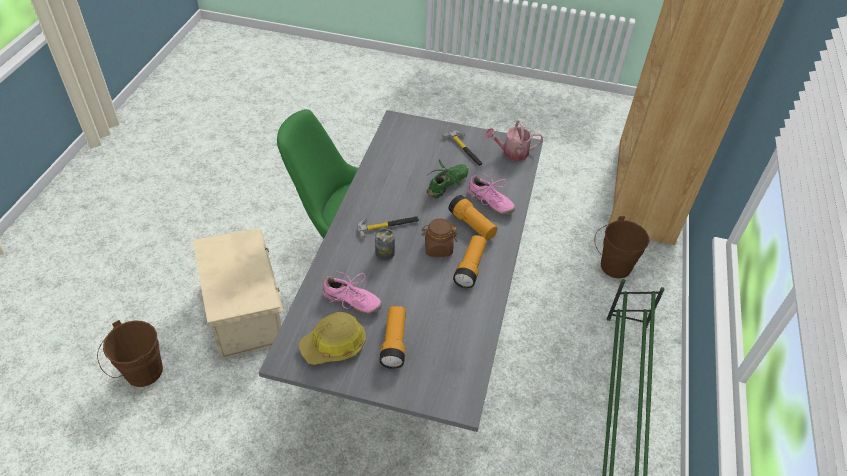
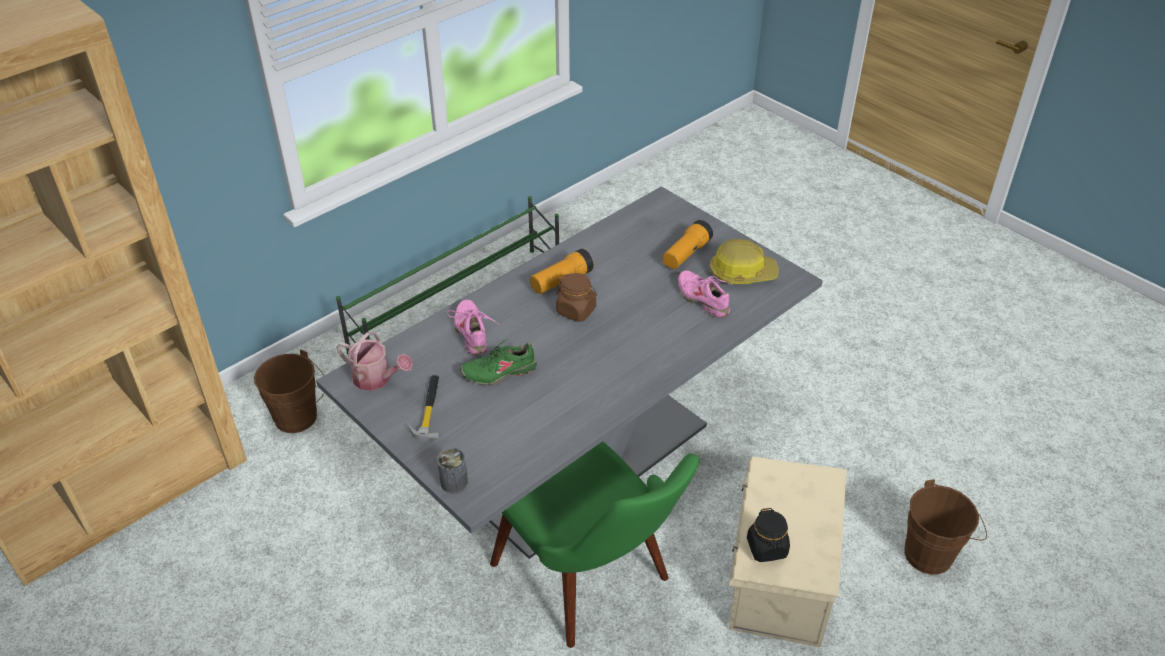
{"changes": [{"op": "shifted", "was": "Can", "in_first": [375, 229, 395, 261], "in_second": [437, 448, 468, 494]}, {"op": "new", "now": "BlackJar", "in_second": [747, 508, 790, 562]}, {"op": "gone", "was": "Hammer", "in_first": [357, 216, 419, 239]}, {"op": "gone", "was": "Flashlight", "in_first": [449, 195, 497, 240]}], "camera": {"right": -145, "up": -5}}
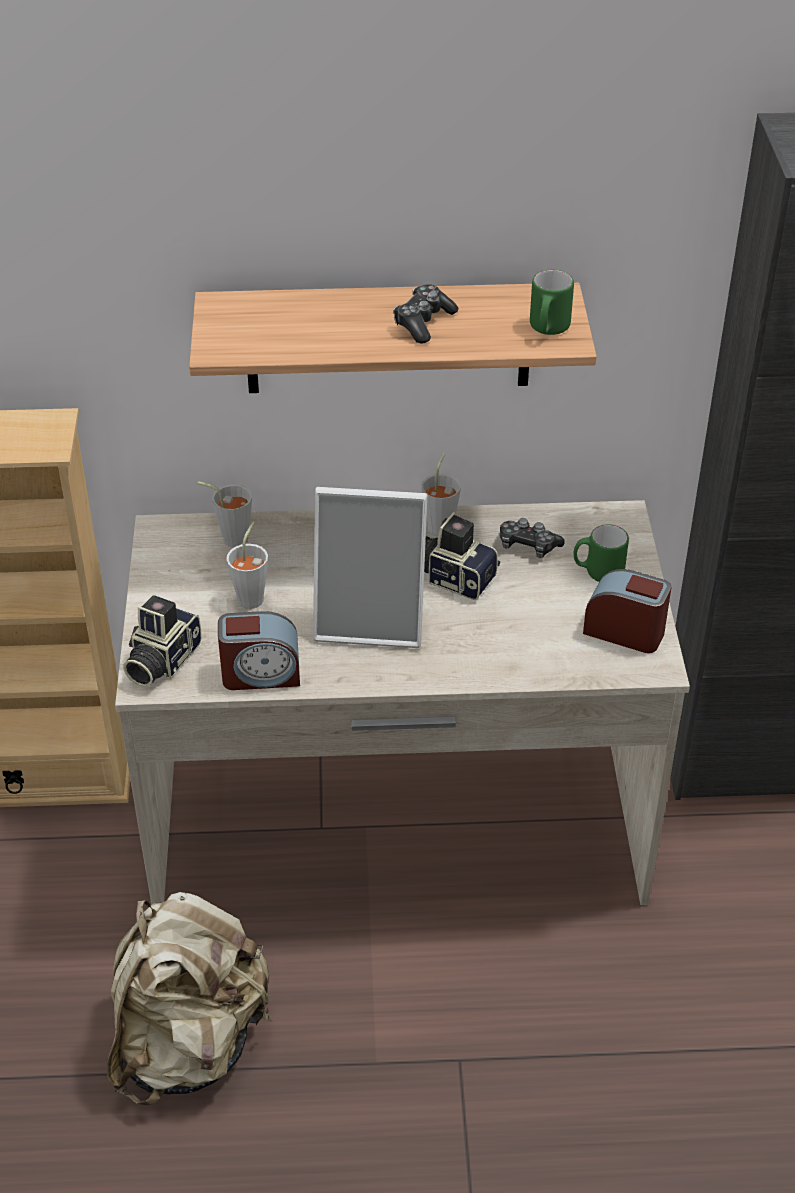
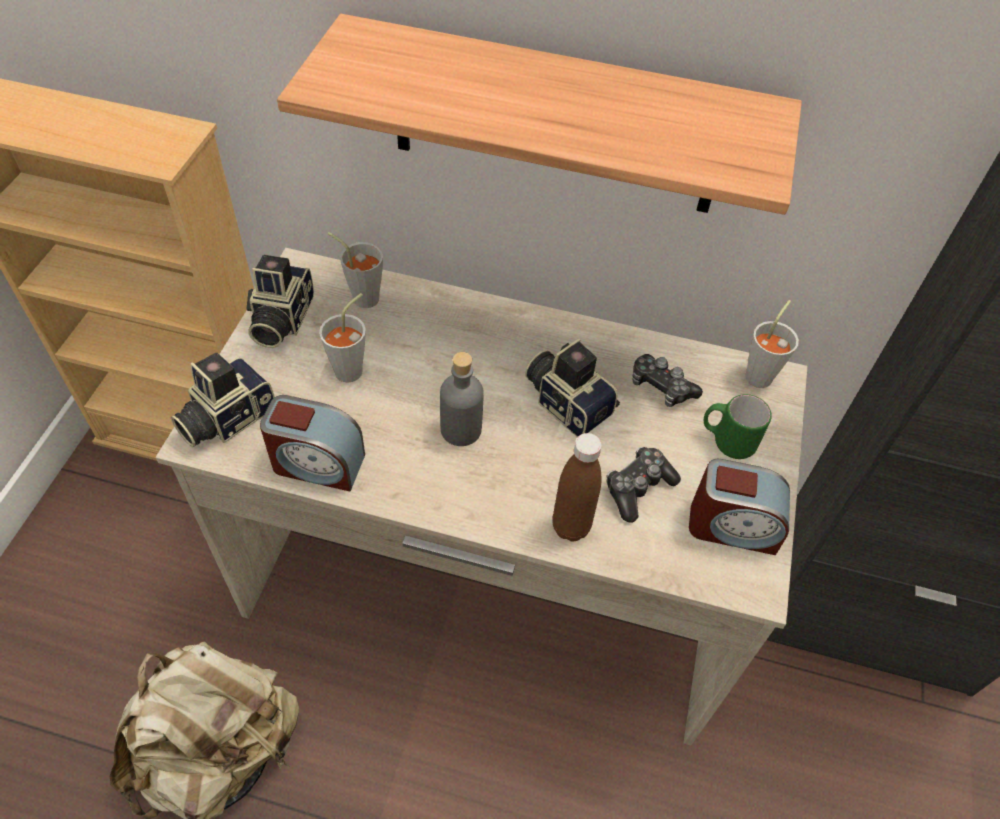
{"changes": [{"op": "new", "now": "PhotoCamera", "in_second": [246, 255, 314, 348]}, {"op": "swapped", "was": "PictureFrame", "now": "GreyBottle", "in_first": [313, 487, 427, 648], "in_second": [440, 352, 484, 446]}, {"op": "new", "now": "BrownBottle", "in_second": [552, 433, 602, 542]}, {"op": "shifted", "was": "GameController", "in_first": [393, 284, 459, 344], "in_second": [606, 447, 681, 523]}, {"op": "rotated", "was": "AlarmClock", "in_first": [583, 569, 671, 653], "in_second": [689, 459, 790, 555], "clockwise": 150}, {"op": "shifted", "was": "GreyCup", "in_first": [421, 453, 461, 536], "in_second": [745, 300, 799, 388]}, {"op": "gone", "was": "GreenMug", "in_first": [530, 270, 574, 335]}], "camera": {"right": 15, "up": 10}}
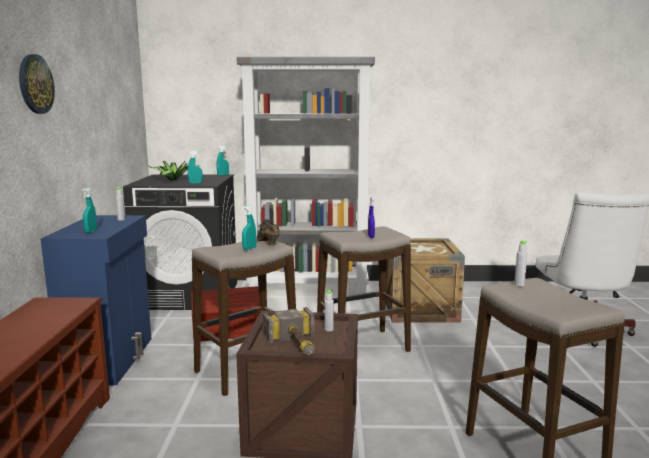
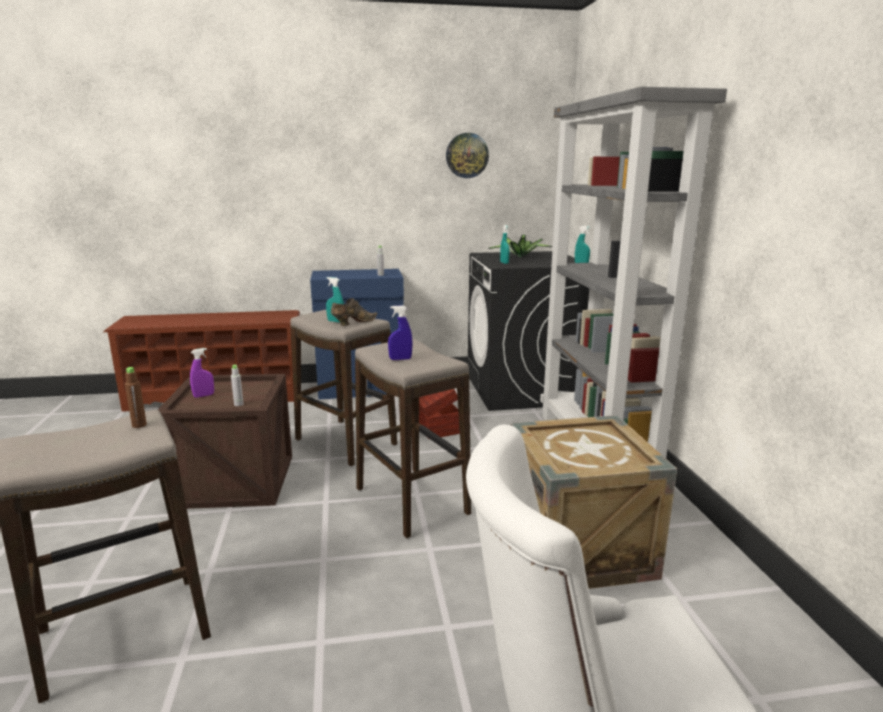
{"changes": [{"op": "repainted", "was": "GreyBottle", "now": "BrownBottle", "in_first": [514, 240, 528, 286], "in_second": [125, 367, 147, 428]}, {"op": "swapped", "was": "Hammer", "now": "PurpleSprayBottle", "in_first": [263, 307, 315, 355], "in_second": [190, 348, 214, 398]}, {"op": "shifted", "was": "WallClock", "in_first": [19, 54, 55, 114], "in_second": [446, 133, 489, 178]}, {"op": "gone", "was": "TurquoiseSprayBottle", "in_first": [82, 188, 97, 233]}], "camera": {"right": 80, "up": 5}}
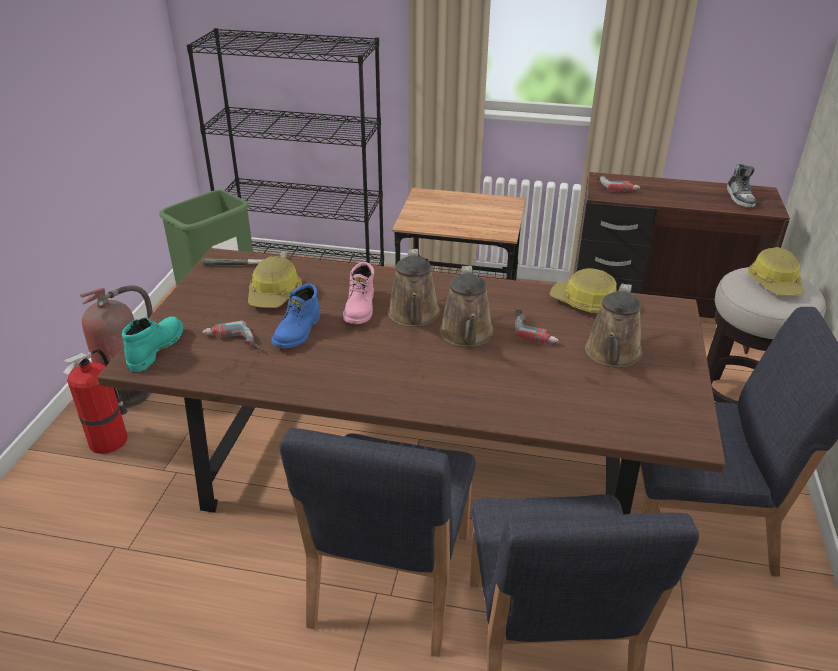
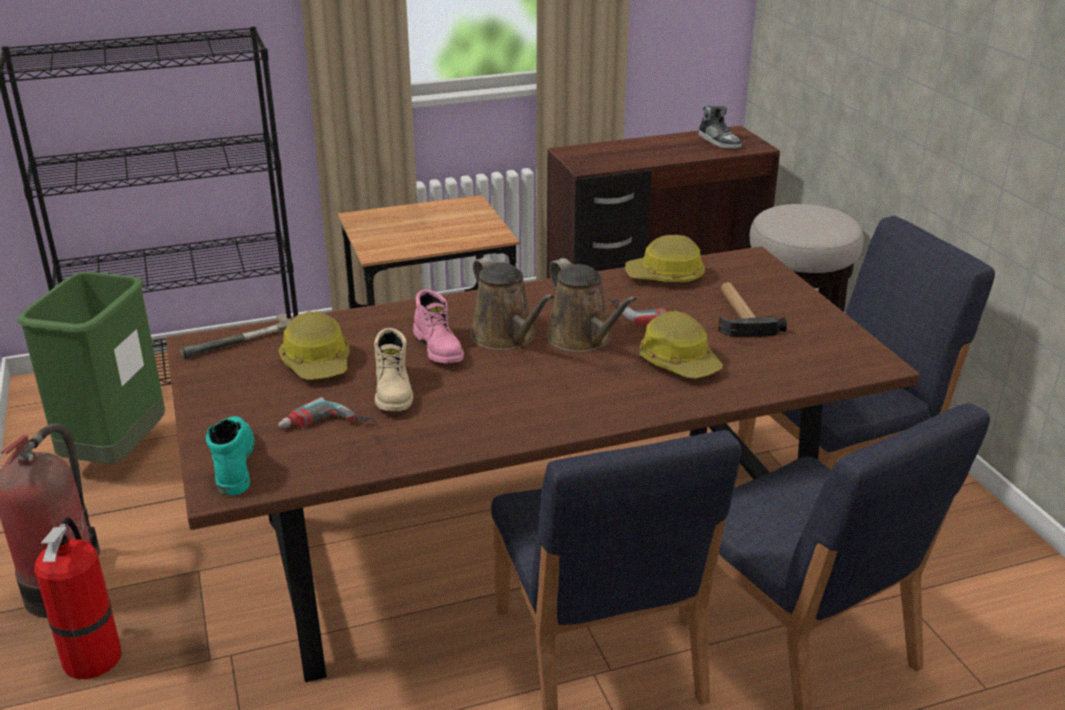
{"changes": [{"op": "repainted", "was": "BlueBoot", "now": "BeigeBoot", "in_first": [272, 284, 320, 348], "in_second": [374, 328, 413, 411]}, {"op": "shifted", "was": "HardHat", "in_first": [748, 247, 804, 296], "in_second": [639, 311, 723, 379]}, {"op": "swapped", "was": "BrownWateringCan", "now": "Hammer", "in_first": [585, 284, 643, 368], "in_second": [718, 282, 787, 337]}, {"op": "gone", "was": "PowerDrill", "in_first": [593, 173, 640, 192]}], "camera": {"right": -30, "up": -5}}
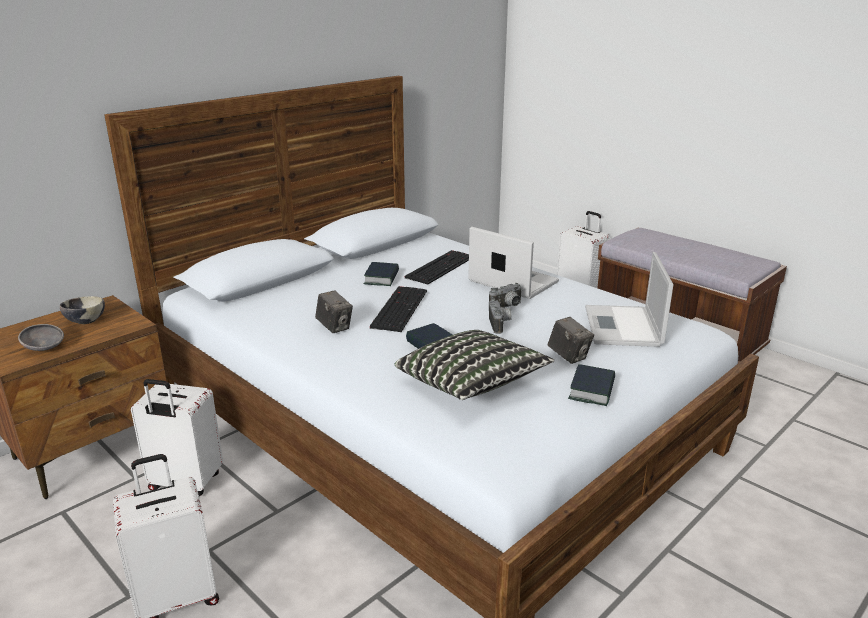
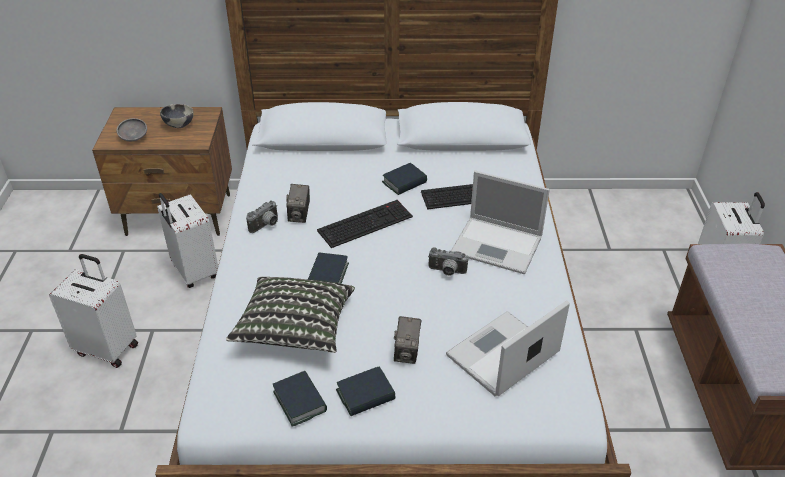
{"changes": [{"op": "shifted", "was": "PhotoCamera", "in_first": [489, 298, 512, 334], "in_second": [246, 200, 278, 233]}, {"op": "new", "now": "Book", "in_second": [272, 371, 327, 427]}, {"op": "rotated", "was": "Laptop", "in_first": [468, 227, 559, 299], "in_second": [451, 171, 550, 274], "clockwise": 120}], "camera": {"right": 45, "up": 15}}
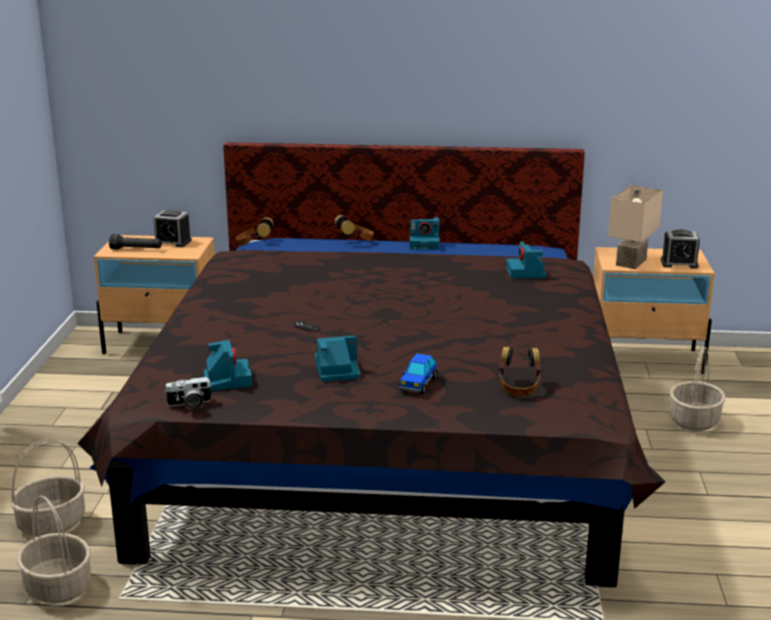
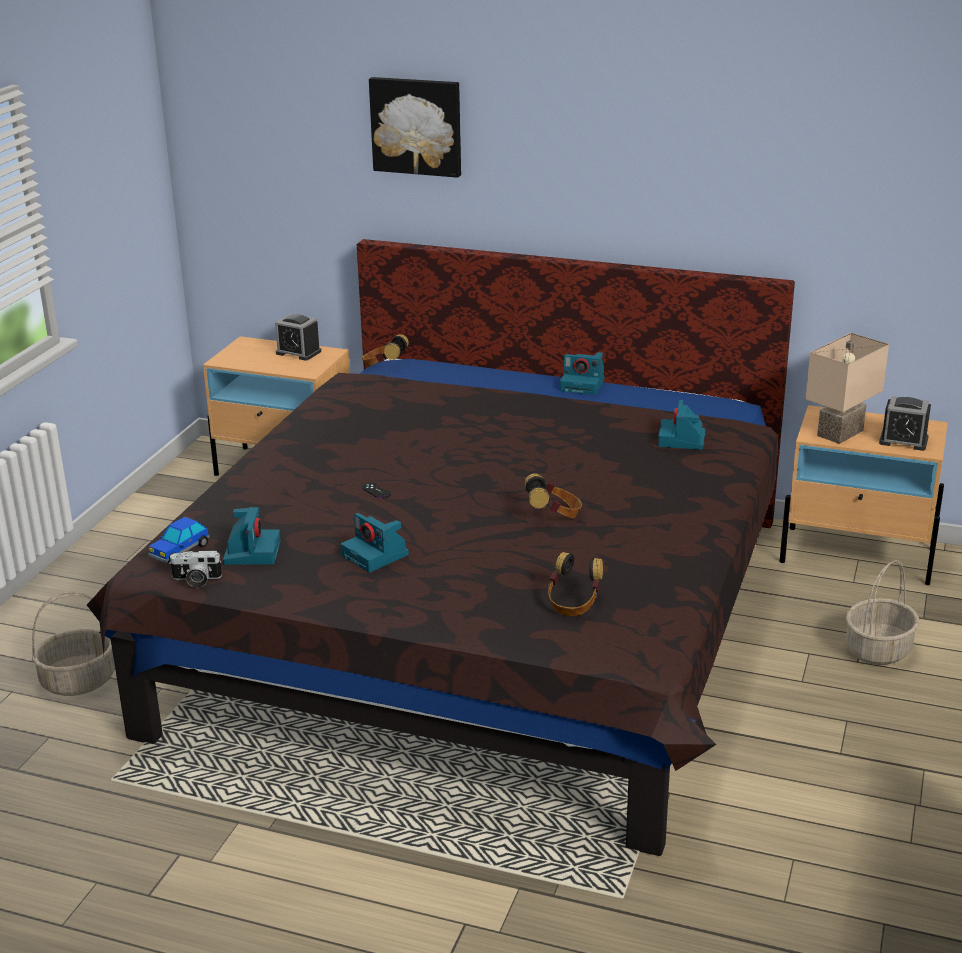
{"changes": [{"op": "shifted", "was": "ToyCar", "in_first": [399, 354, 437, 394], "in_second": [148, 517, 210, 563]}, {"op": "rotated", "was": "PhotoCamera", "in_first": [315, 336, 361, 382], "in_second": [341, 513, 409, 572], "clockwise": -135}, {"op": "new", "now": "Picture", "in_second": [369, 77, 461, 178]}, {"op": "shifted", "was": "Headphones", "in_first": [335, 215, 374, 241], "in_second": [524, 473, 582, 518]}, {"op": "gone", "was": "Basket", "in_first": [17, 496, 91, 604]}, {"op": "gone", "was": "BlackFlashlight", "in_first": [109, 234, 161, 249]}], "camera": {"right": 15, "up": 5}}
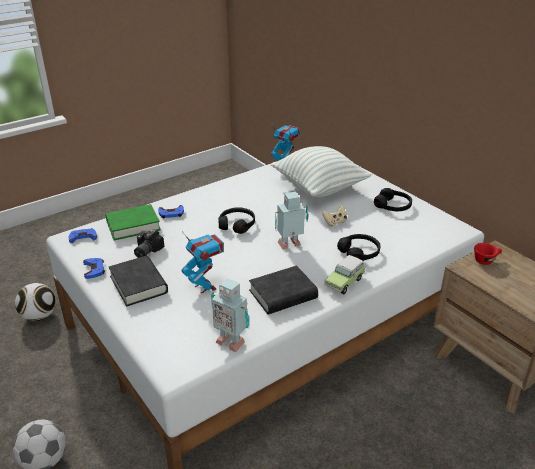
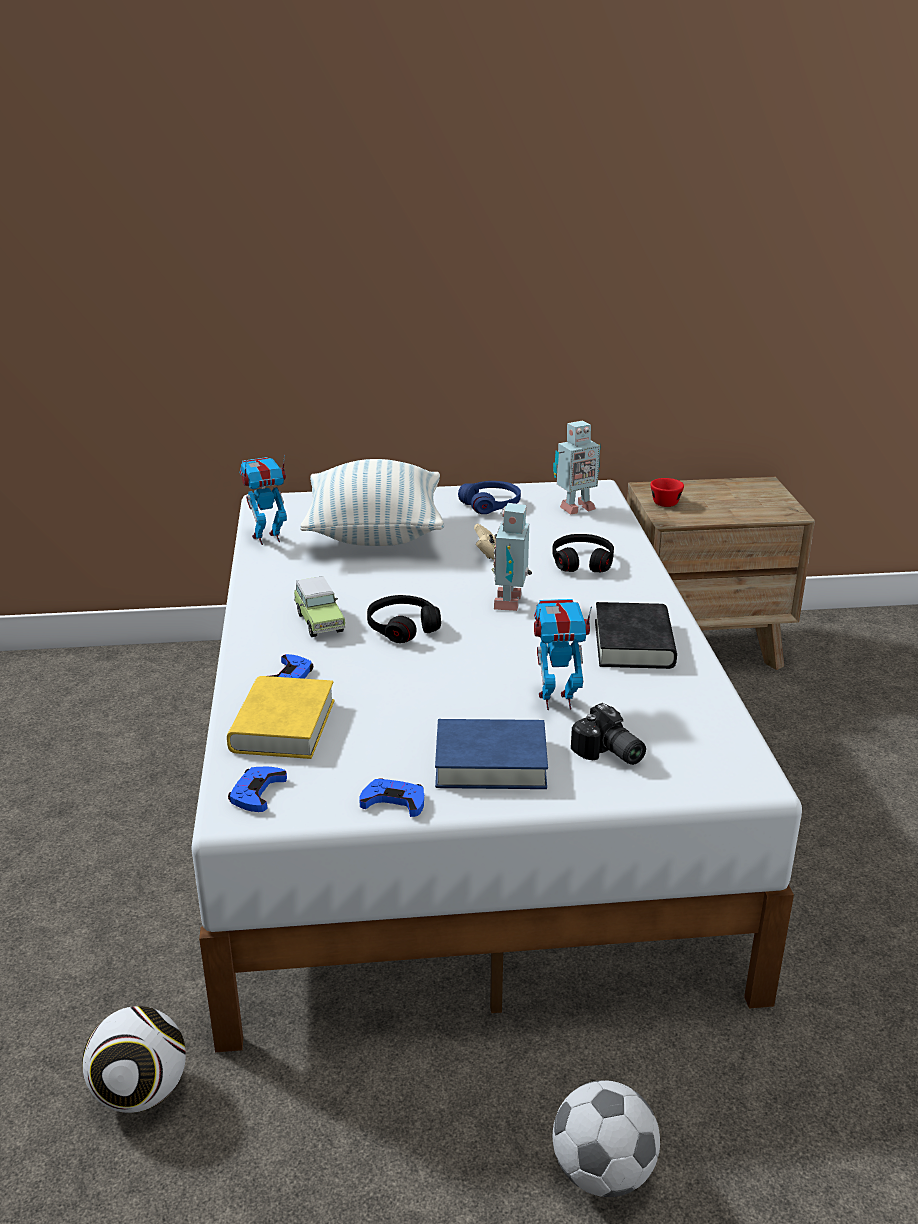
{"changes": [{"op": "repainted", "was": "GreenBook", "now": "YellowBook", "in_first": [105, 204, 161, 241], "in_second": [227, 676, 334, 759]}, {"op": "shifted", "was": "ToyCar", "in_first": [324, 255, 365, 295], "in_second": [294, 576, 345, 637]}, {"op": "repainted", "was": "BlackBook", "now": "BlueBook", "in_first": [108, 256, 168, 307], "in_second": [435, 719, 548, 789]}, {"op": "repainted", "was": "BlackHeadphones", "now": "BlueHeadphones", "in_first": [374, 188, 412, 211], "in_second": [458, 481, 521, 514]}, {"op": "shifted", "was": "ToyRobot", "in_first": [211, 278, 249, 352], "in_second": [553, 421, 601, 515]}, {"op": "shifted", "was": "PhotoCamera", "in_first": [134, 229, 164, 258], "in_second": [571, 703, 646, 765]}], "camera": {"right": -60, "up": -5}}
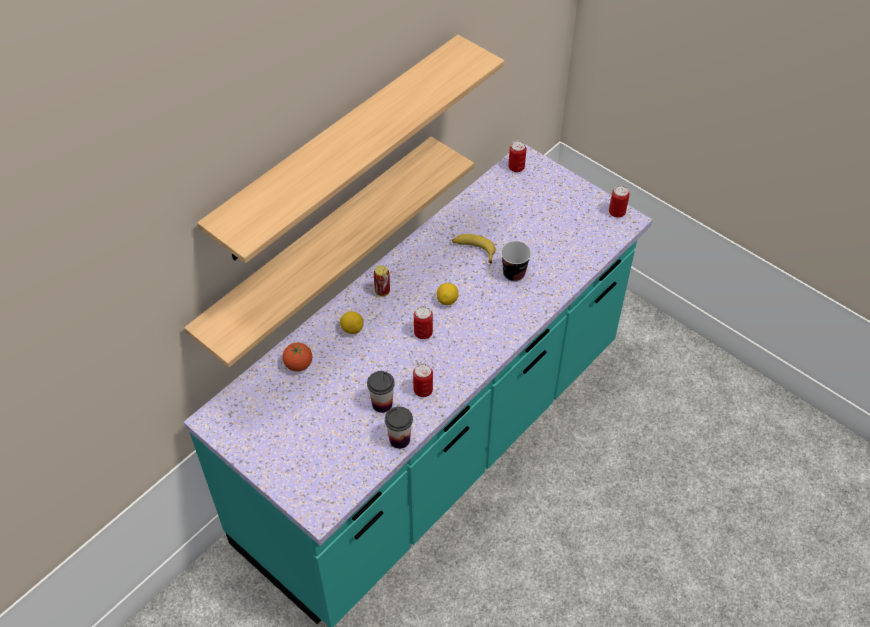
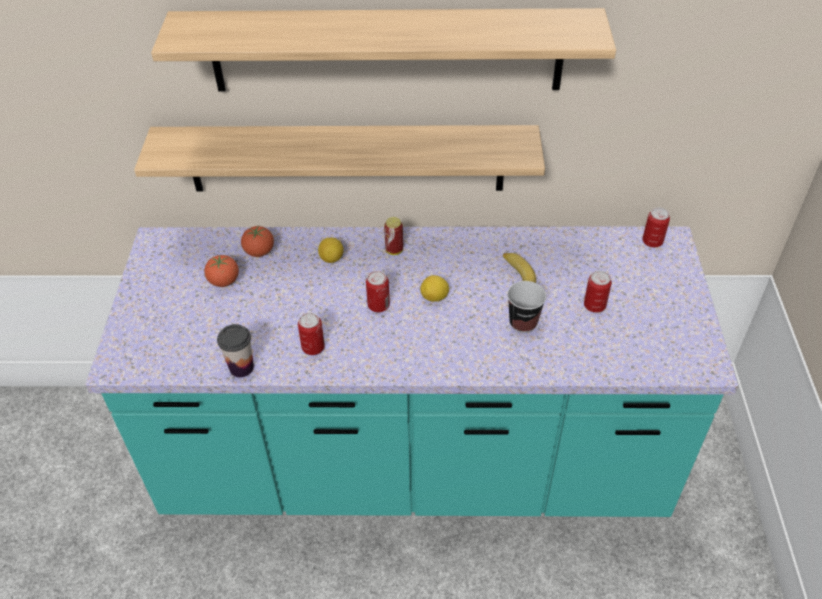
{"changes": [{"op": "new", "now": "Tomato", "in_second": [204, 255, 239, 287]}, {"op": "shifted", "was": "Can", "in_first": [609, 185, 630, 218], "in_second": [584, 271, 612, 313]}, {"op": "gone", "was": "Cup", "in_first": [367, 371, 395, 413]}], "camera": {"right": 50, "up": -5}}
